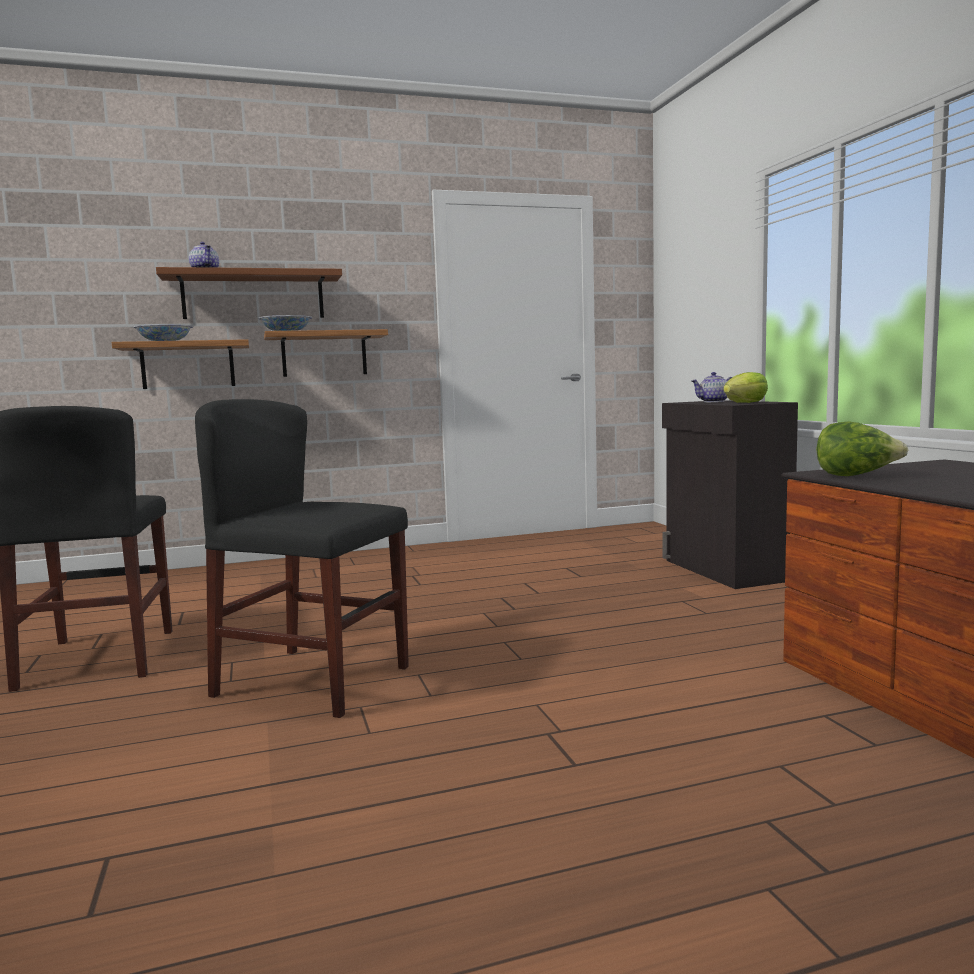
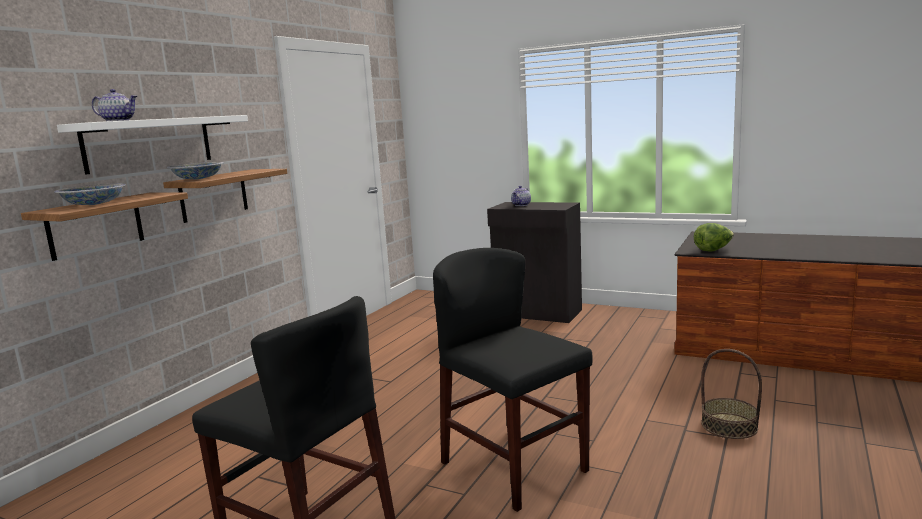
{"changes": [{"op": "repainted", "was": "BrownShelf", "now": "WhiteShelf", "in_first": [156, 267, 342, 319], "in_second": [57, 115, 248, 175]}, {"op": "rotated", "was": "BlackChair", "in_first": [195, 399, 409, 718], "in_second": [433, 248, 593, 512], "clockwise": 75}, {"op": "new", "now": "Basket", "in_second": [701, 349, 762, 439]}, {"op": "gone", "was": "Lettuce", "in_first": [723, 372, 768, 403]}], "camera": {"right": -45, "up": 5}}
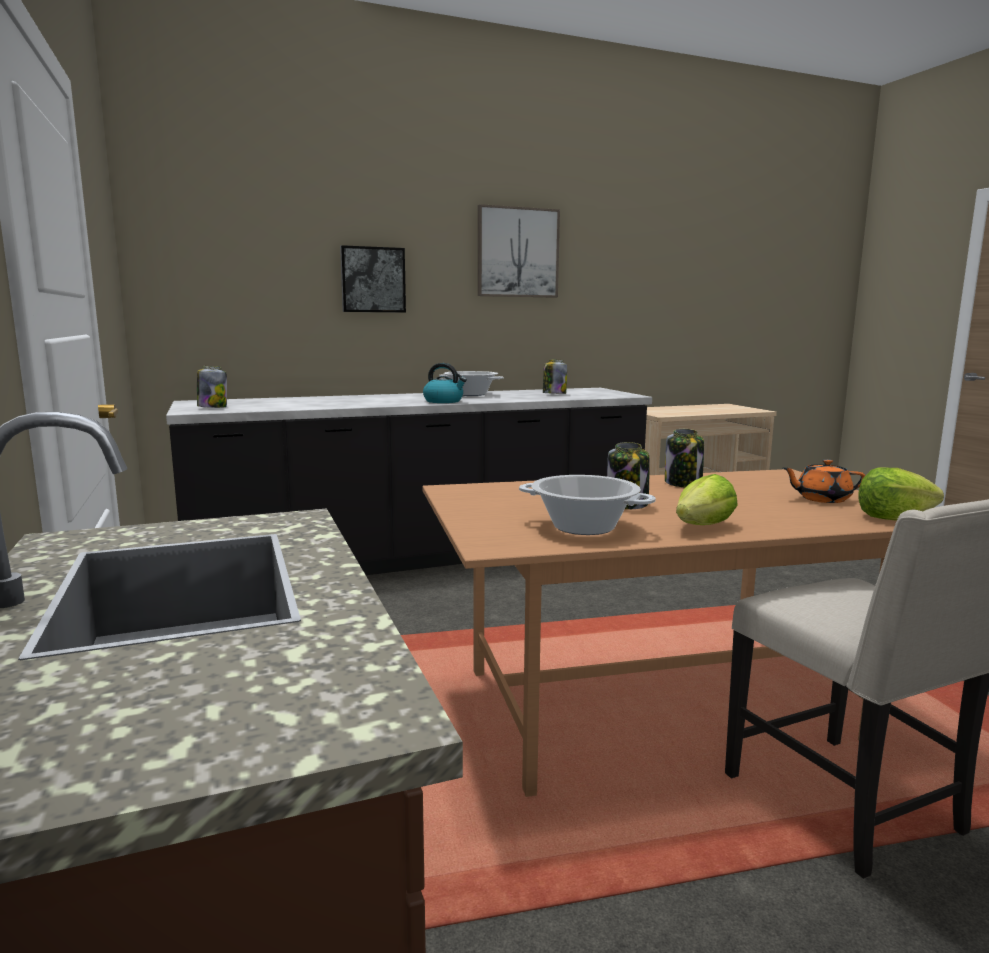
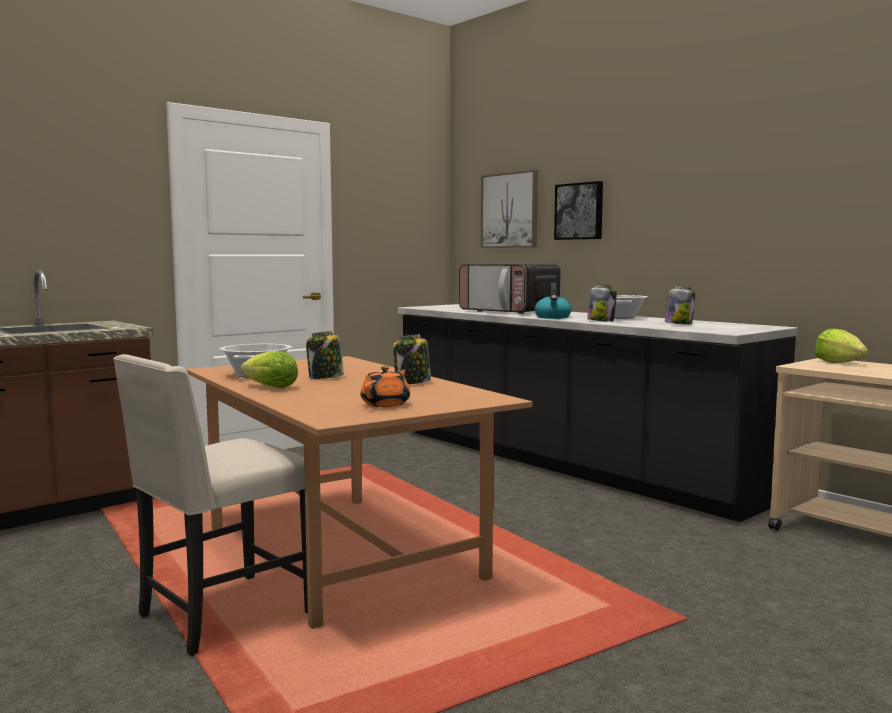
{"changes": [{"op": "rotated", "was": "OrangeTeapot", "in_first": [783, 459, 865, 503], "in_second": [360, 366, 410, 407], "clockwise": 45}, {"op": "new", "now": "Microwave", "in_second": [459, 264, 561, 314]}, {"op": "shifted", "was": "Picture", "in_first": [478, 204, 560, 298], "in_second": [481, 170, 538, 248]}, {"op": "shifted", "was": "Jar", "in_first": [197, 366, 227, 408], "in_second": [587, 284, 617, 322]}, {"op": "shifted", "was": "Lettuce", "in_first": [858, 467, 944, 520], "in_second": [815, 328, 868, 363]}], "camera": {"right": 70, "up": -5}}
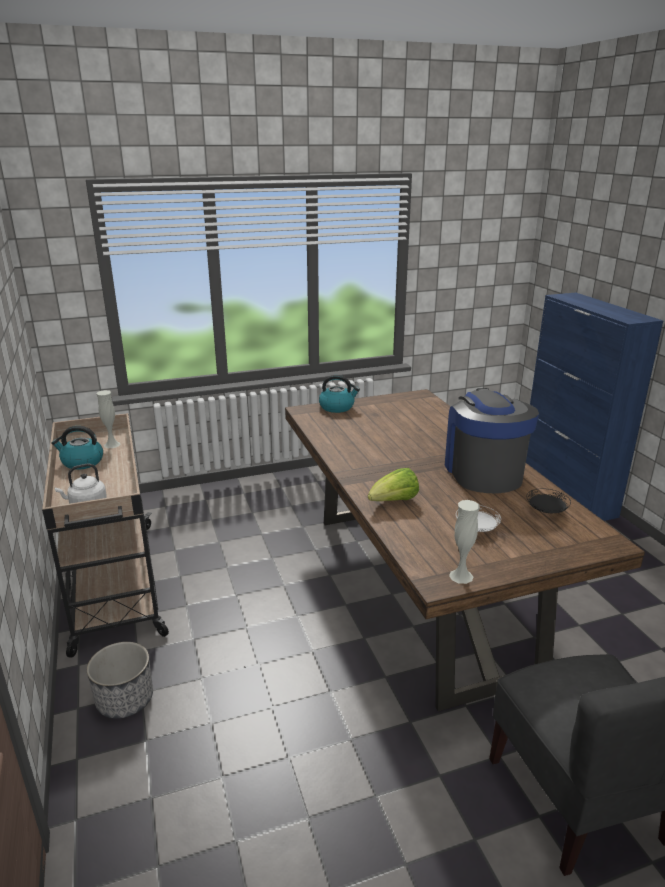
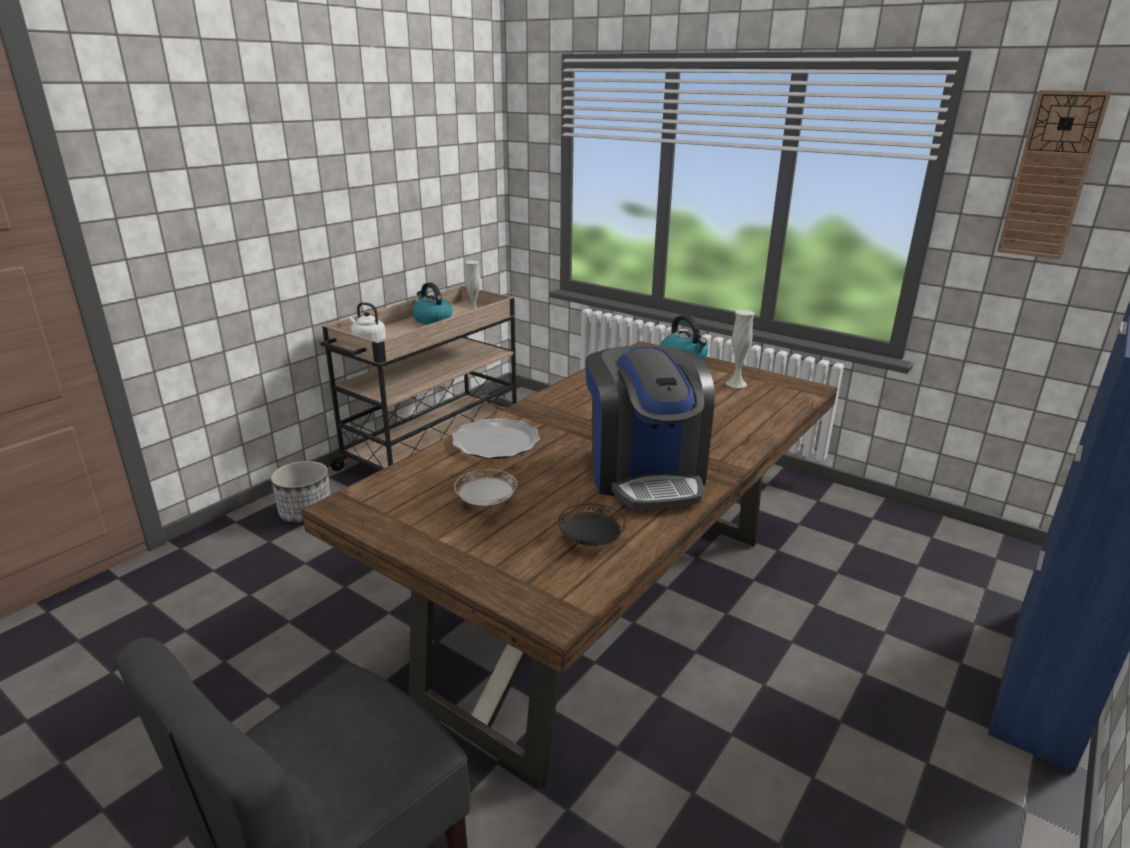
{"changes": [{"op": "swapped", "was": "Lettuce", "now": "Plate", "in_first": [368, 468, 419, 501], "in_second": [452, 418, 540, 459]}, {"op": "rotated", "was": "CoffeeMachine", "in_first": [445, 388, 539, 493], "in_second": [585, 345, 715, 510], "clockwise": 120}, {"op": "shifted", "was": "WhiteVase", "in_first": [449, 500, 480, 584], "in_second": [726, 310, 755, 388]}, {"op": "new", "now": "WallClock", "in_second": [997, 90, 1112, 260]}], "camera": {"right": 55, "up": 0}}
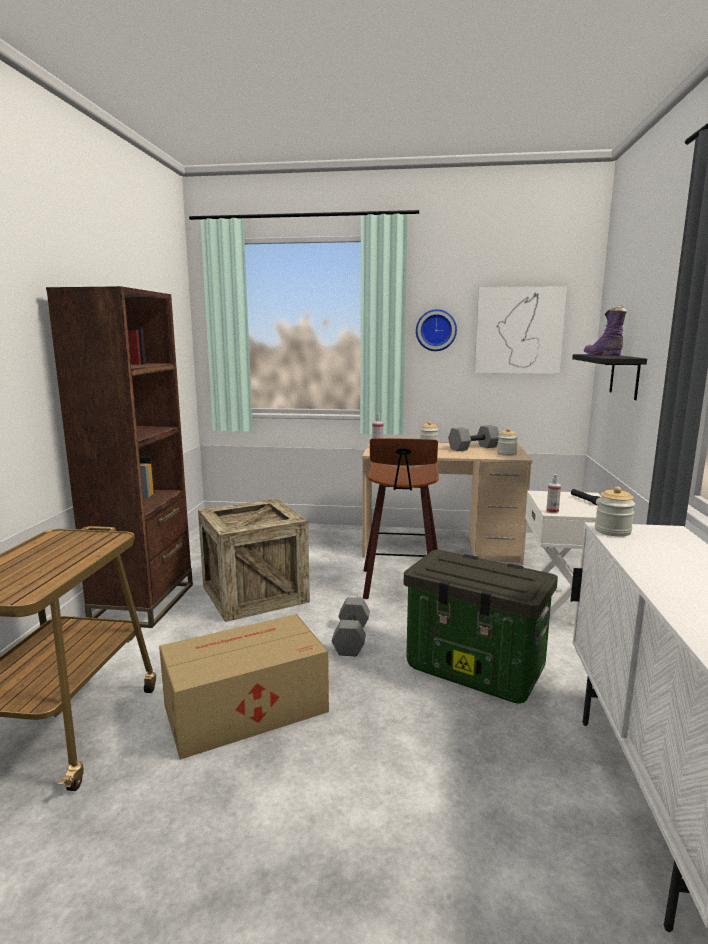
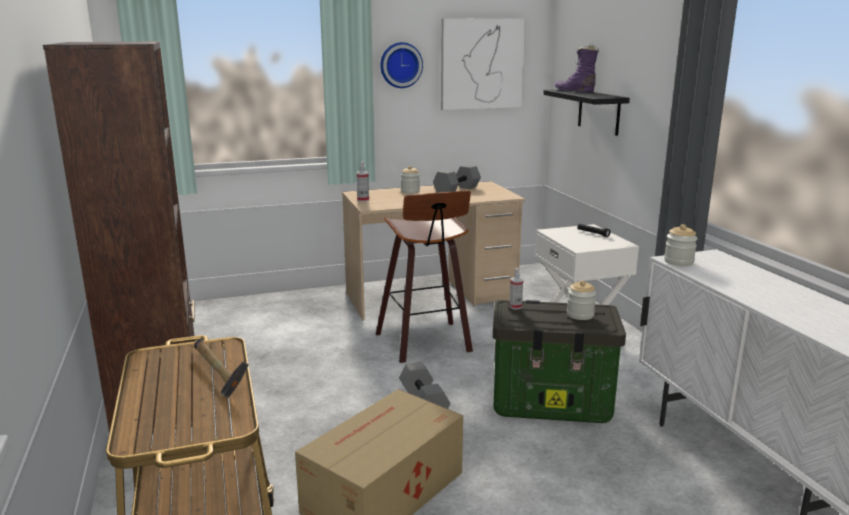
{"changes": [{"op": "new", "now": "Hammer", "in_second": [194, 339, 249, 398]}, {"op": "shifted", "was": "SprayBottle", "in_first": [546, 474, 561, 514], "in_second": [509, 268, 523, 309]}, {"op": "shifted", "was": "Jar", "in_first": [497, 428, 518, 456], "in_second": [567, 280, 596, 320]}, {"op": "gone", "was": "Crate", "in_first": [198, 499, 310, 622]}], "camera": {"right": -25, "up": 5}}
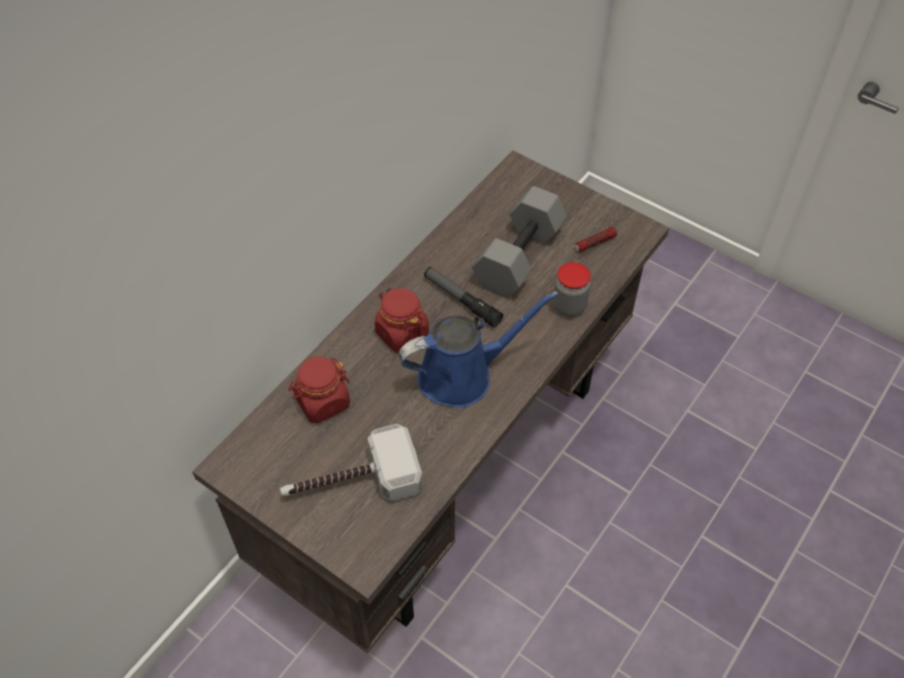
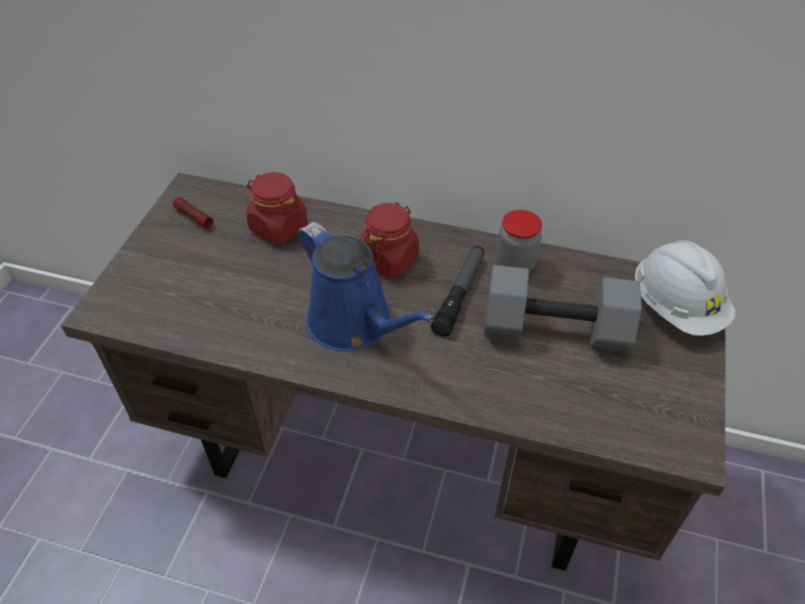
{"changes": [{"op": "shifted", "was": "Flashlight", "in_first": [575, 227, 617, 252], "in_second": [173, 197, 213, 229]}, {"op": "shifted", "was": "Jar", "in_first": [553, 262, 591, 317], "in_second": [496, 210, 542, 272]}, {"op": "new", "now": "WhiteHardHat", "in_second": [635, 240, 735, 336]}, {"op": "gone", "was": "Hammer", "in_first": [280, 424, 423, 501]}], "camera": {"right": 70, "up": -5}}
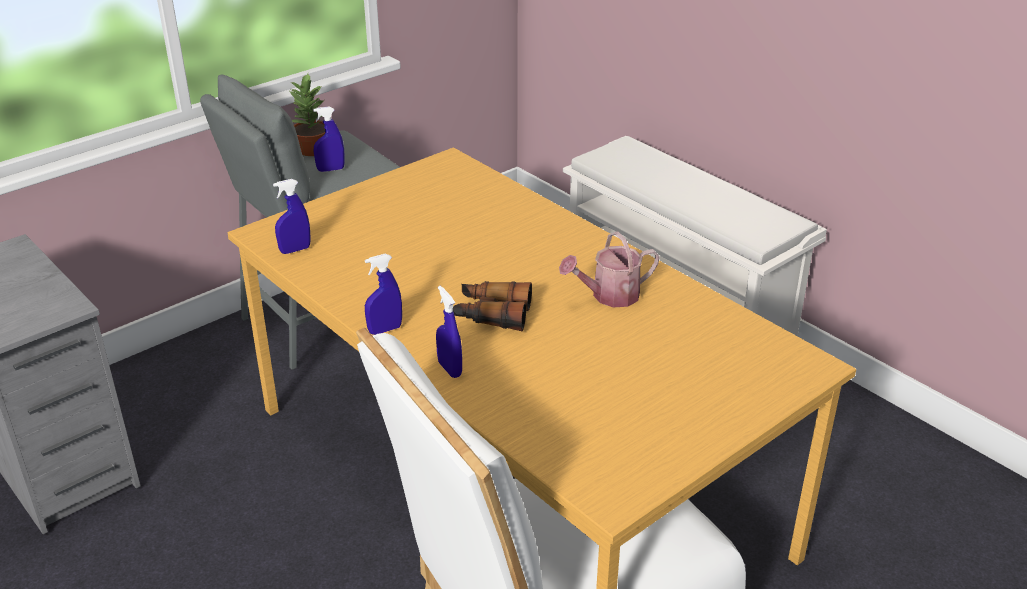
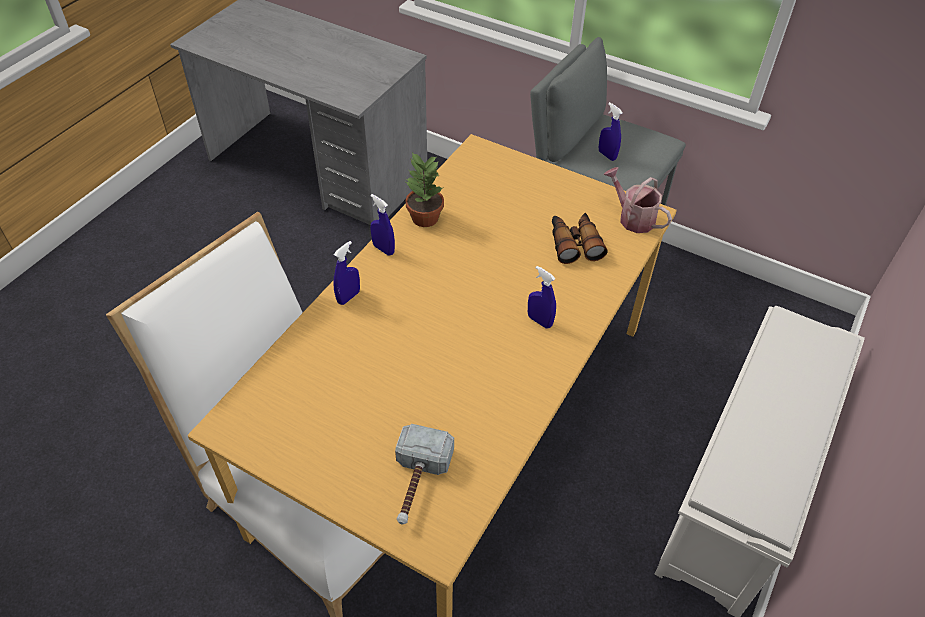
{"changes": [{"op": "new", "now": "Hammer", "in_second": [395, 424, 454, 525]}, {"op": "shifted", "was": "PottedPlant", "in_first": [290, 74, 325, 156], "in_second": [406, 153, 444, 227]}, {"op": "shifted", "was": "BlueSprayBottle", "in_first": [273, 179, 311, 254], "in_second": [528, 266, 556, 329]}, {"op": "shifted", "was": "Binoculars", "in_first": [453, 281, 532, 331], "in_second": [552, 213, 607, 264]}, {"op": "shifted", "was": "WateringCan", "in_first": [559, 231, 660, 307], "in_second": [603, 167, 672, 233]}], "camera": {"right": 70, "up": 15}}
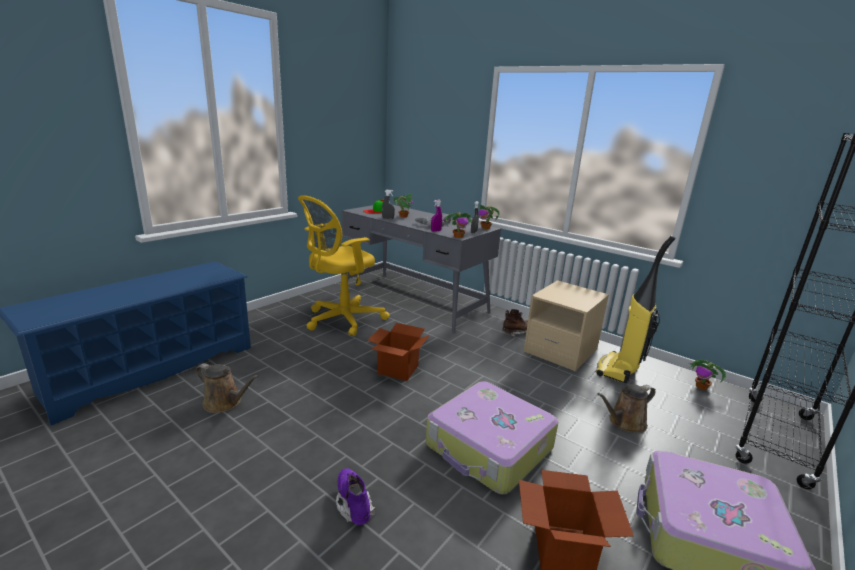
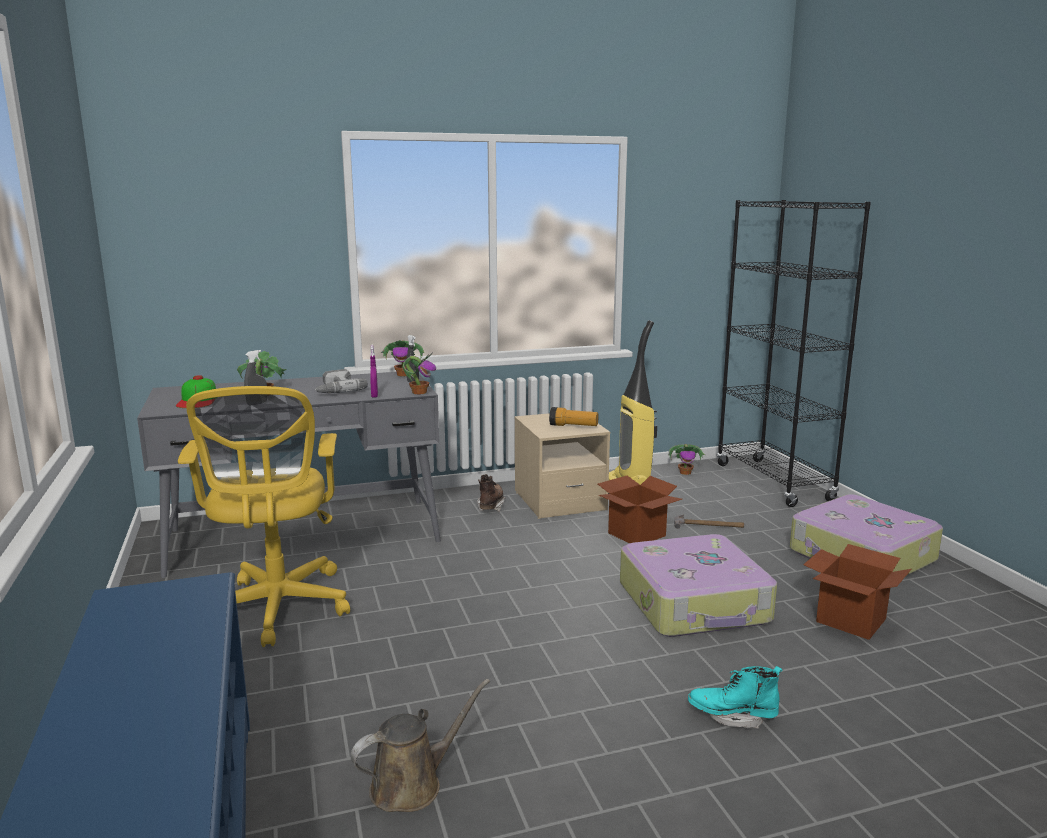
{"changes": [{"op": "new", "now": "Flashlight", "in_second": [549, 407, 598, 426]}, {"op": "shifted", "was": "CardboardBox", "in_first": [368, 323, 430, 381], "in_second": [598, 476, 682, 543]}, {"op": "swapped", "was": "BrownWateringCan", "now": "Hammer", "in_first": [597, 384, 655, 433], "in_second": [674, 514, 744, 529]}, {"op": "repainted", "was": "PurpleBoot", "now": "TurquoiseBoot", "in_first": [336, 468, 375, 525], "in_second": [688, 666, 783, 729]}], "camera": {"right": -55, "up": -5}}
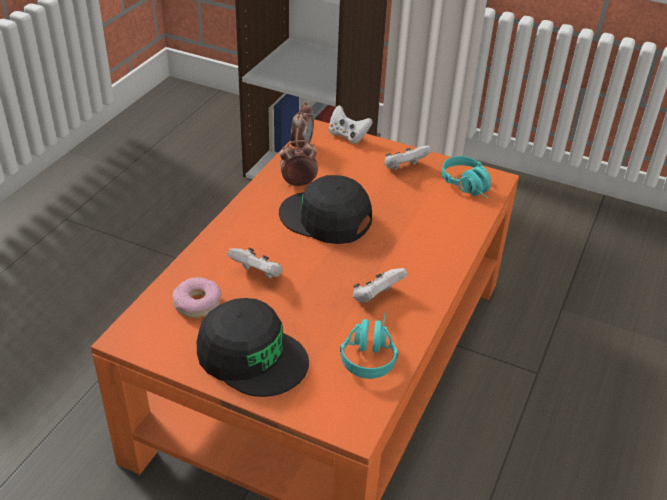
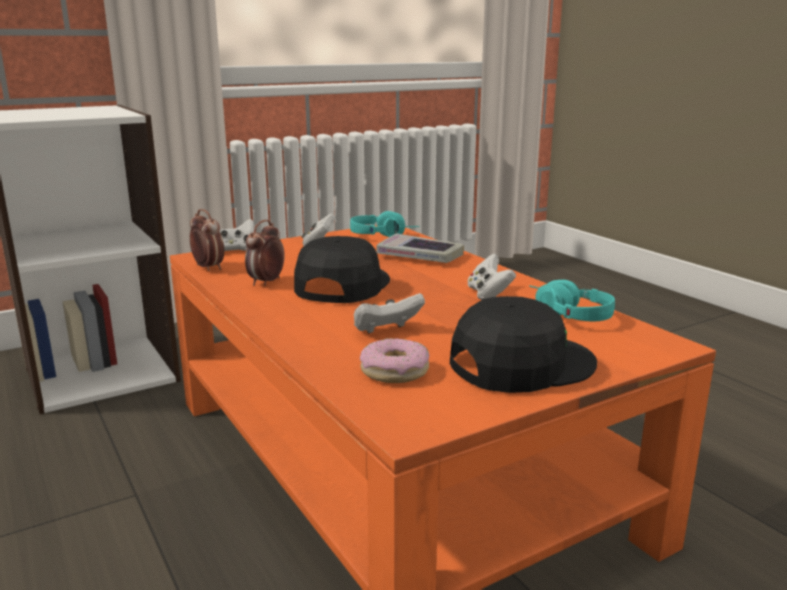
{"changes": [{"op": "rotated", "was": "BlackCap", "in_first": [279, 175, 372, 244], "in_second": [294, 236, 390, 303], "clockwise": 135}, {"op": "new", "now": "Book", "in_second": [376, 233, 464, 263]}], "camera": {"right": -55, "up": -20}}
